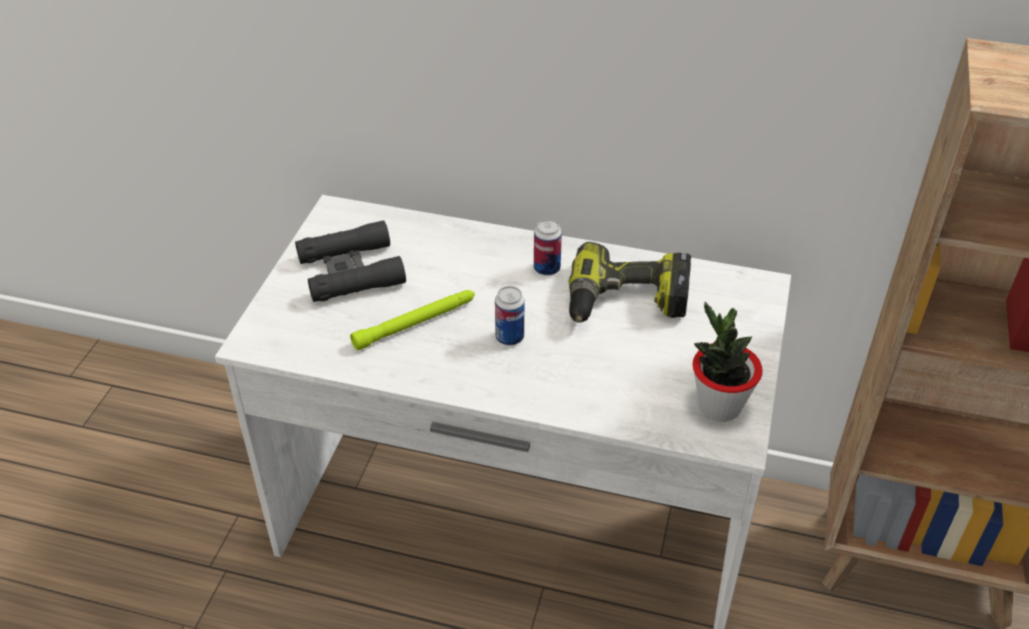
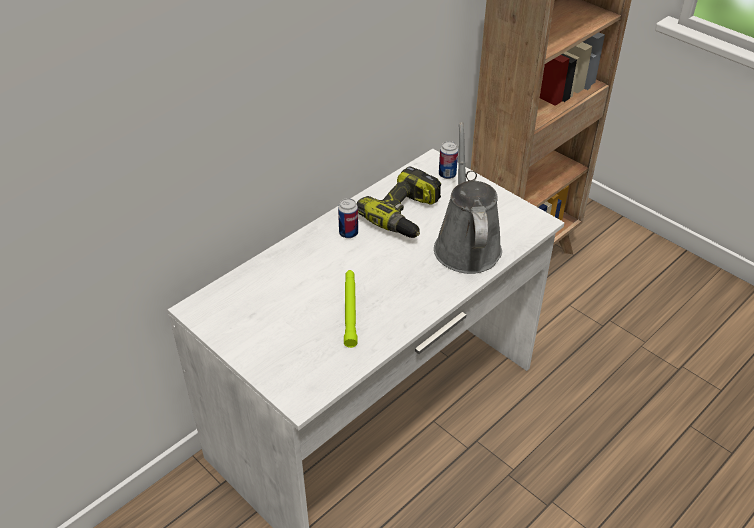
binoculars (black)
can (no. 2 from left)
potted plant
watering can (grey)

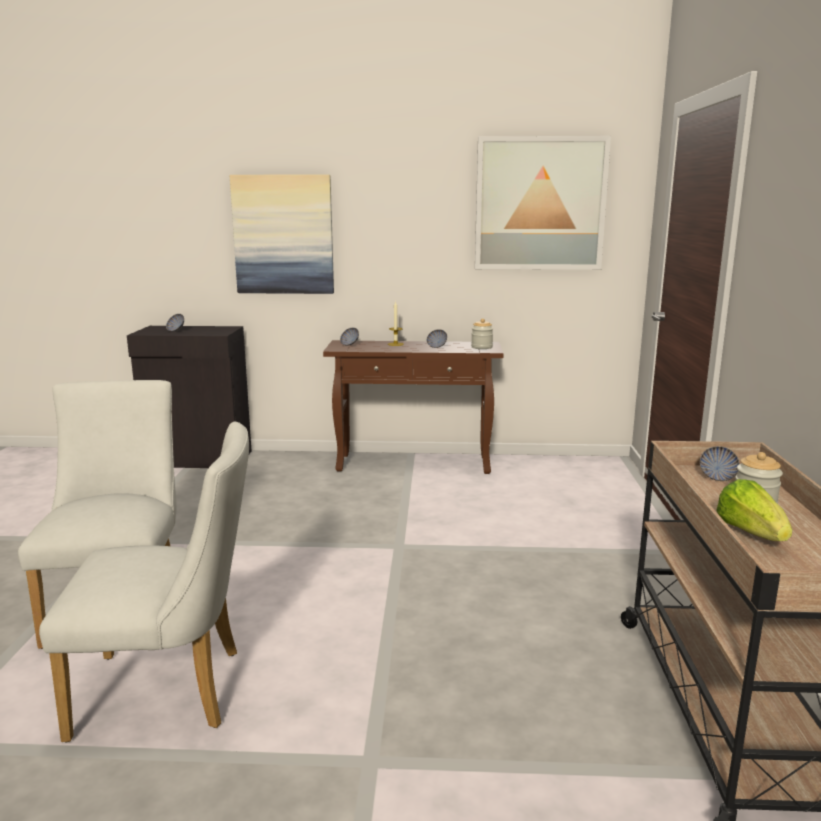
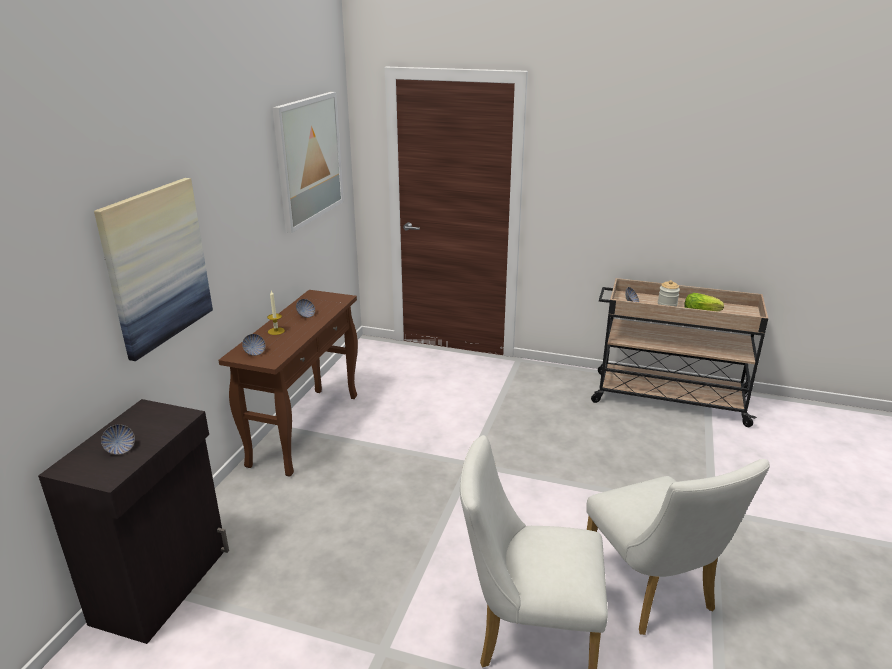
jar (no. 1 from left in the first image)
chair (white) (no. 2 from left)

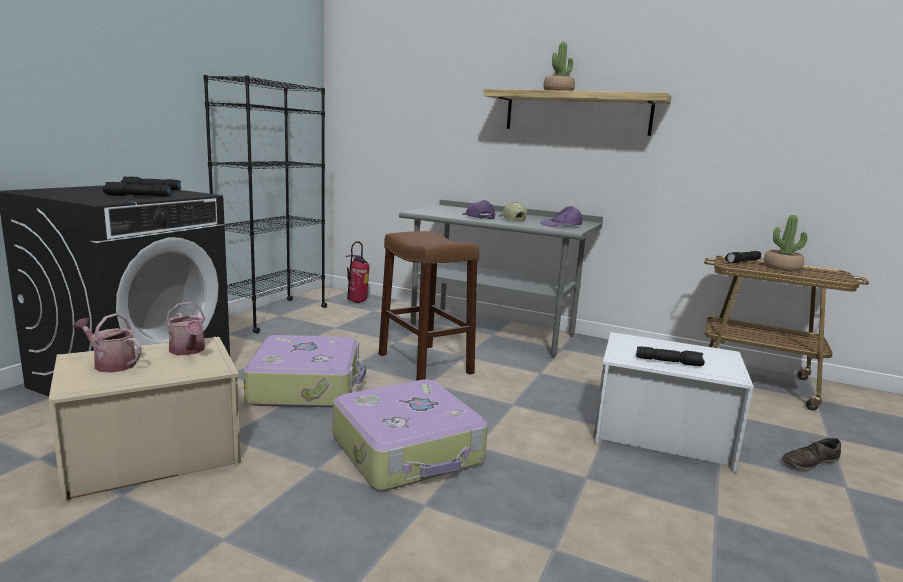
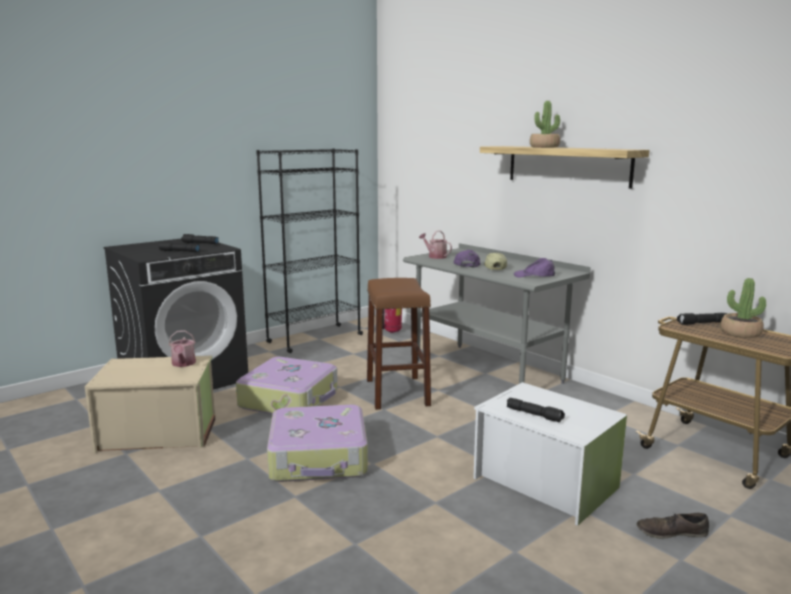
watering can (no. 2 from left)

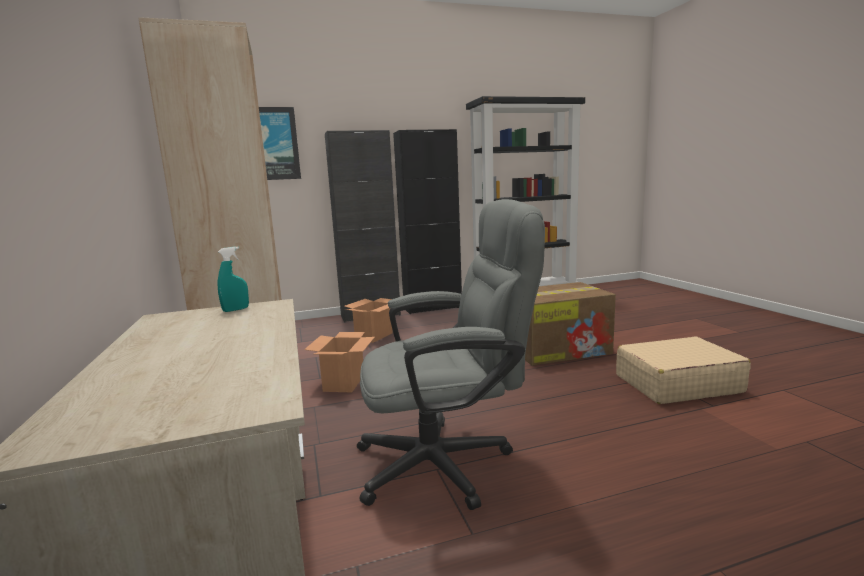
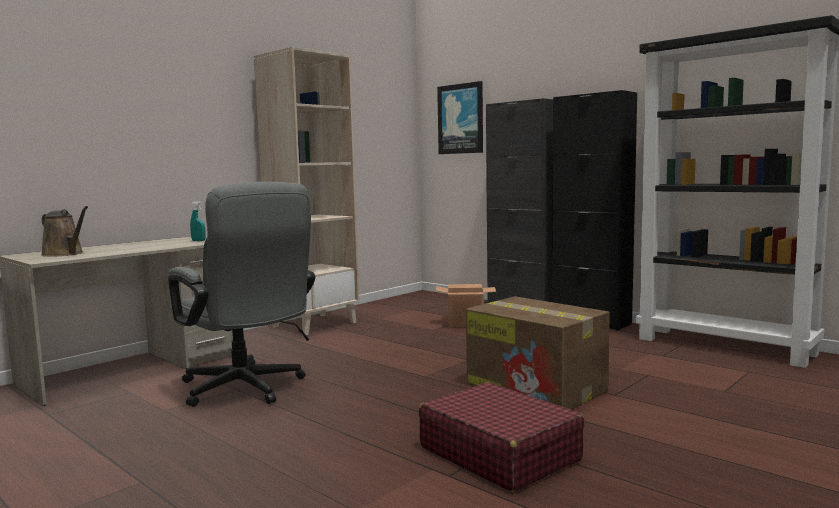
cardboard box (no. 1 from left in the first image)
suitcase (red)
watering can (brown)

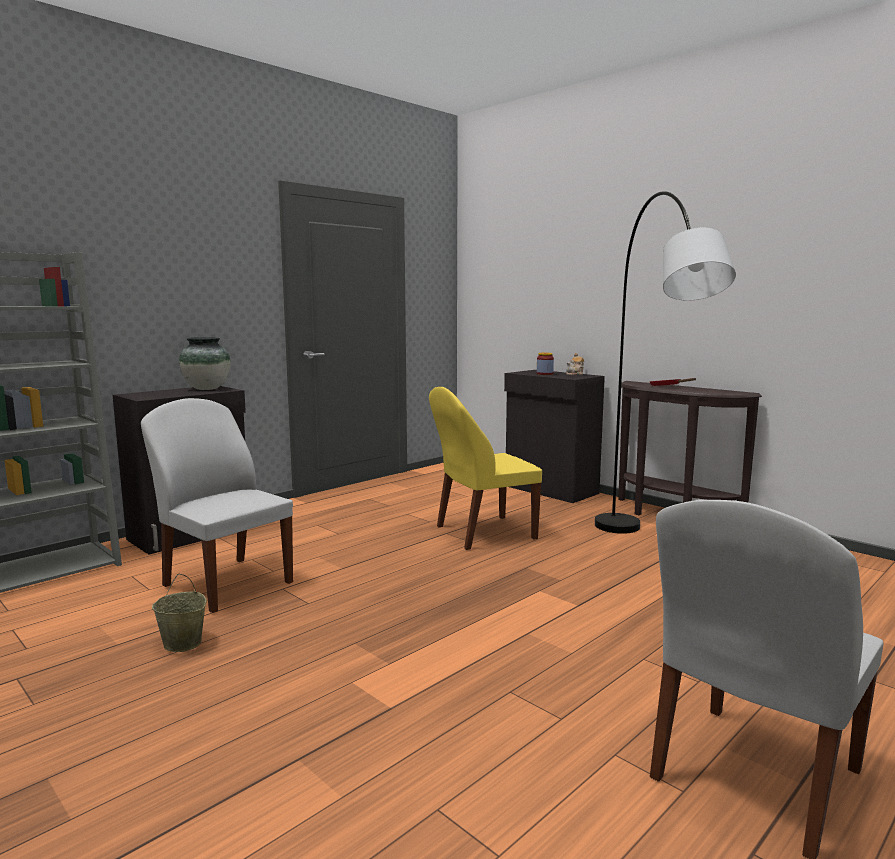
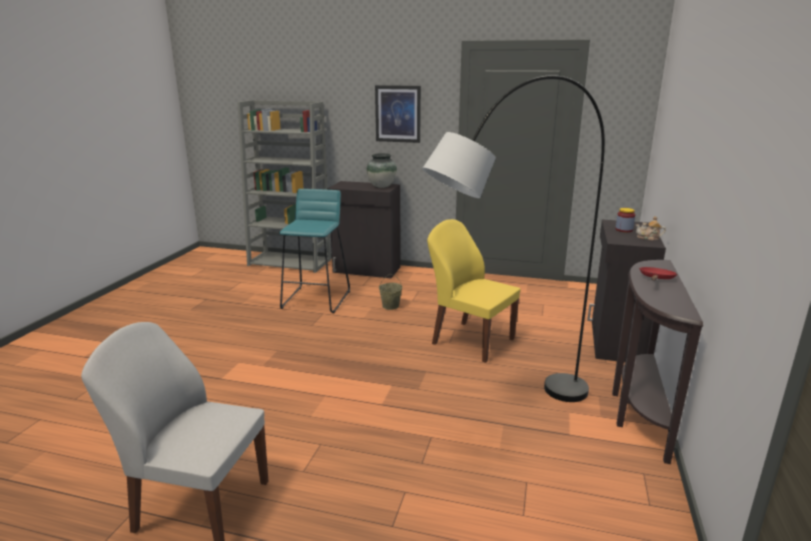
stool (turquoise)
bucket (beige)
picture

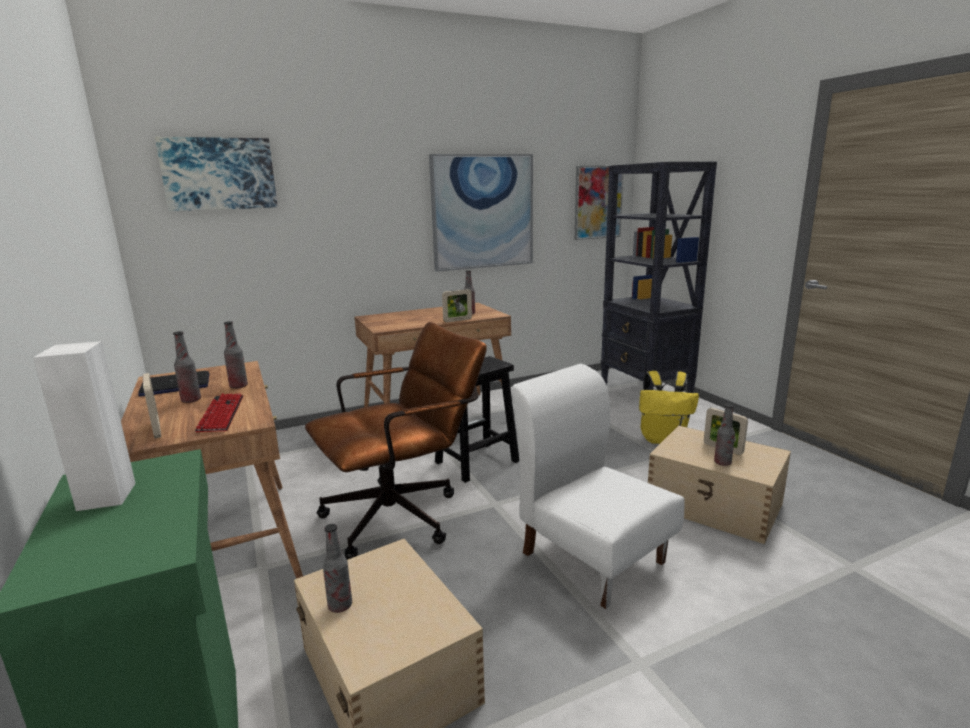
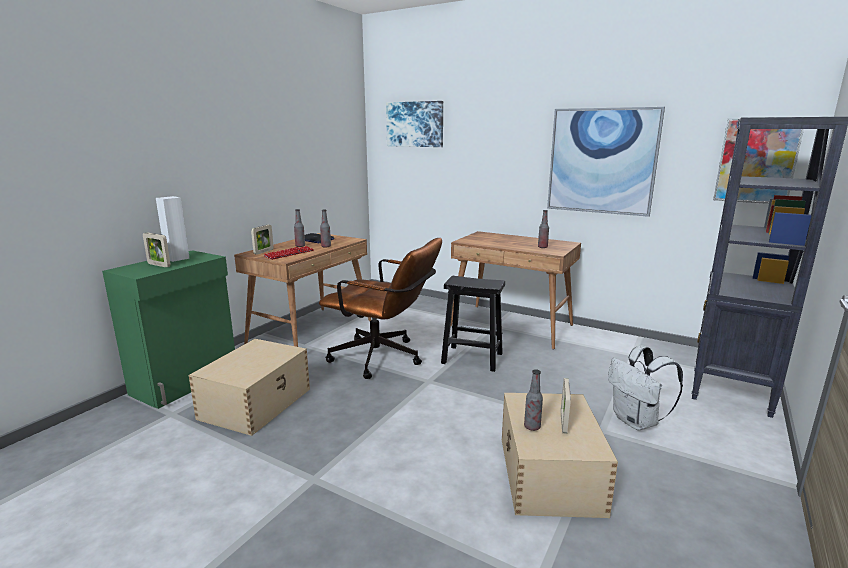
picture frame (no. 1 from left)
chair (white)
backpack (white)
bottle (no. 3 from left in the first image)

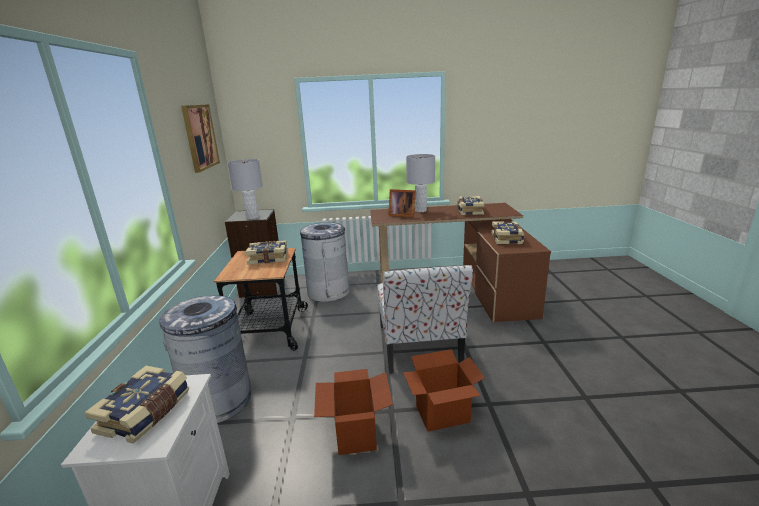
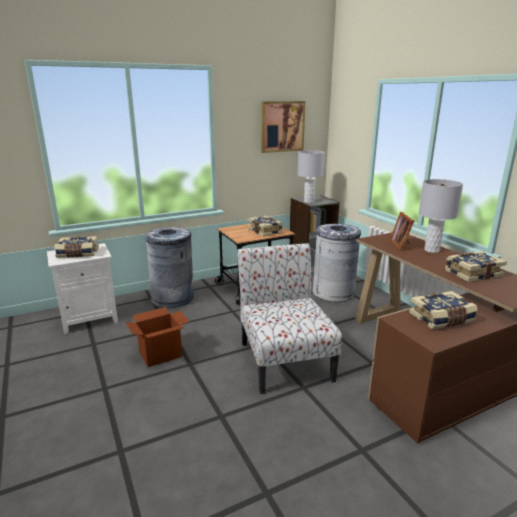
chair
cardboard box (no. 2 from left in the first image)

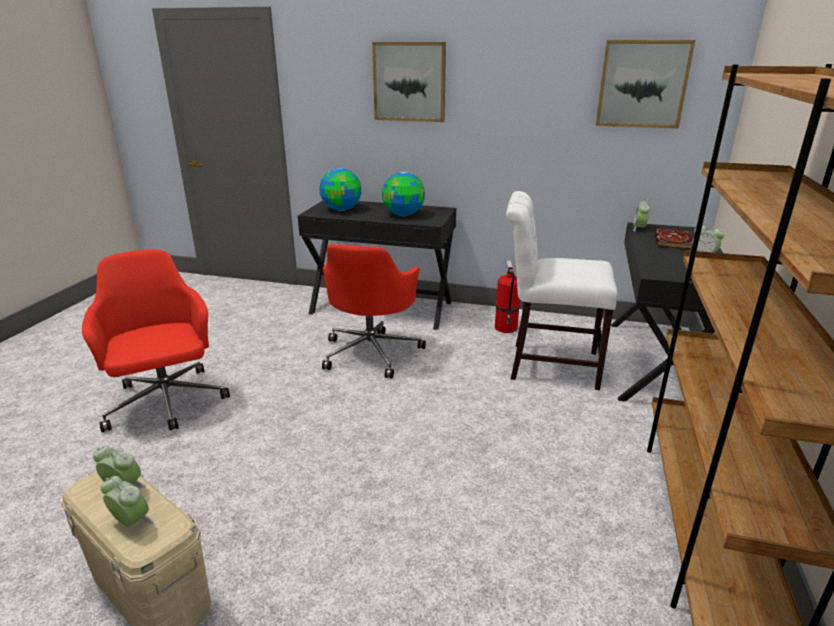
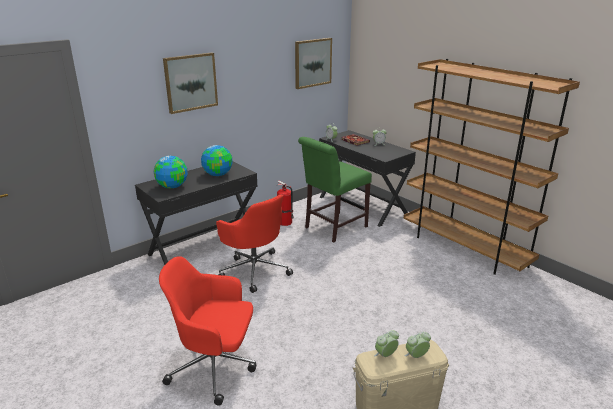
chair (green)

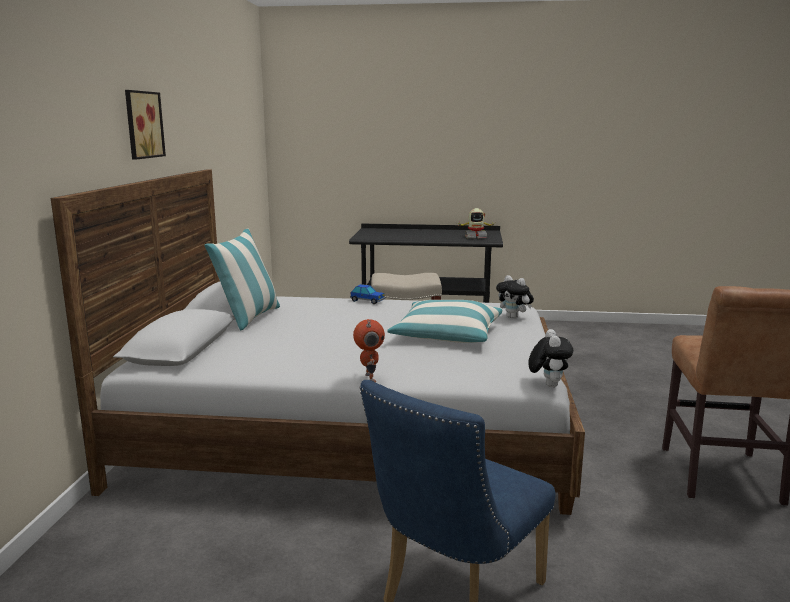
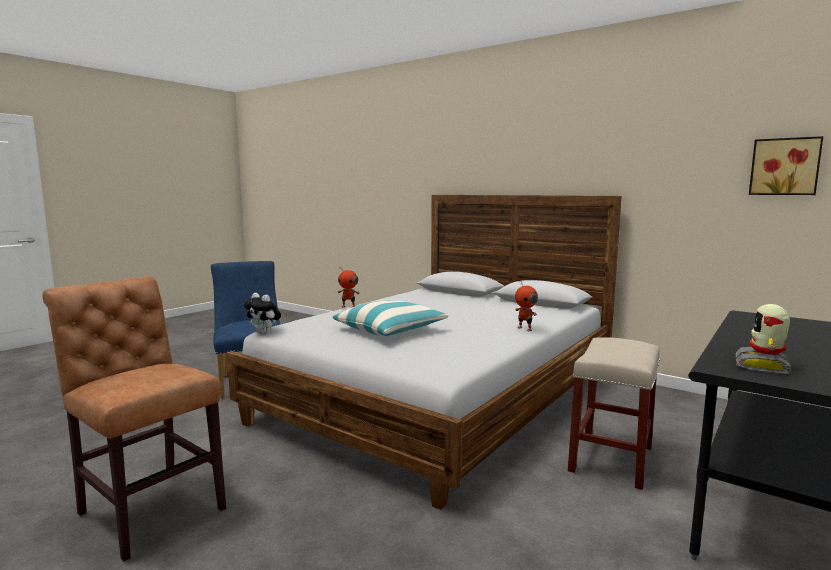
picture
pillow (no. 1 from left in the first image)
plush toy (no. 1 from left in the first image)
toy robot (no. 2 from left)

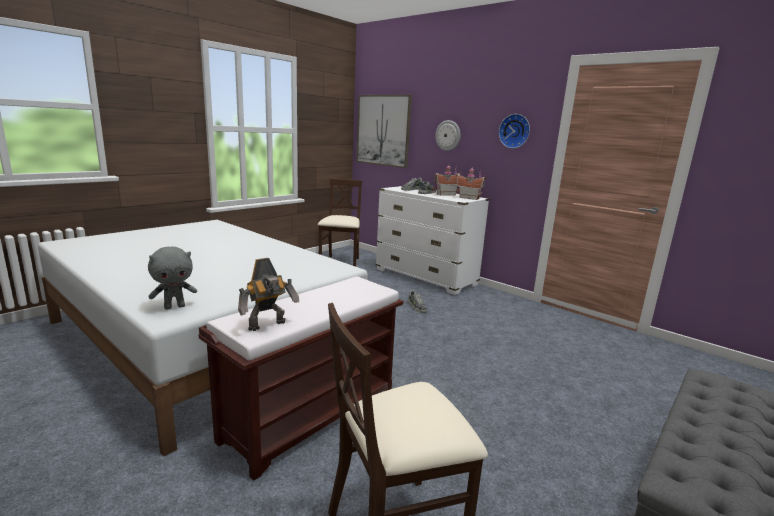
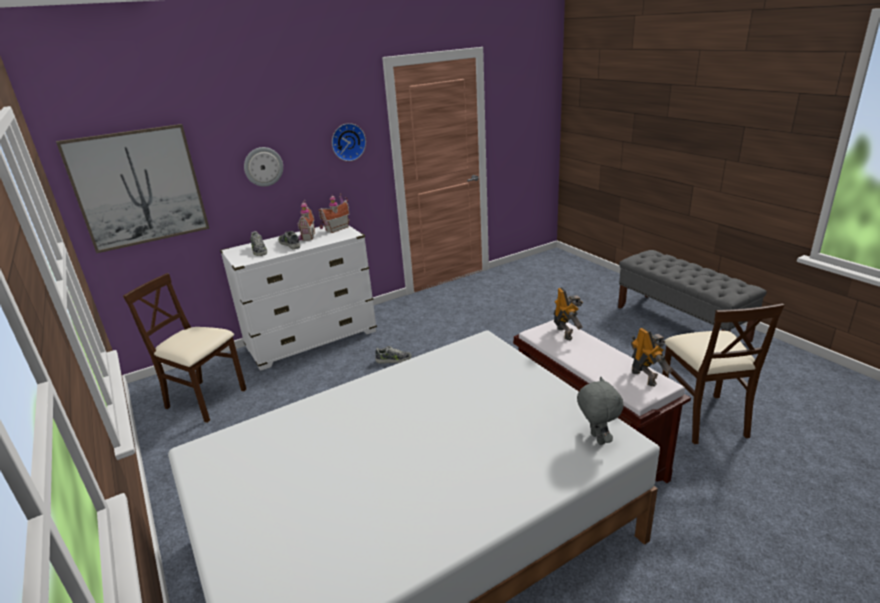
toy robot (no. 1 from left)

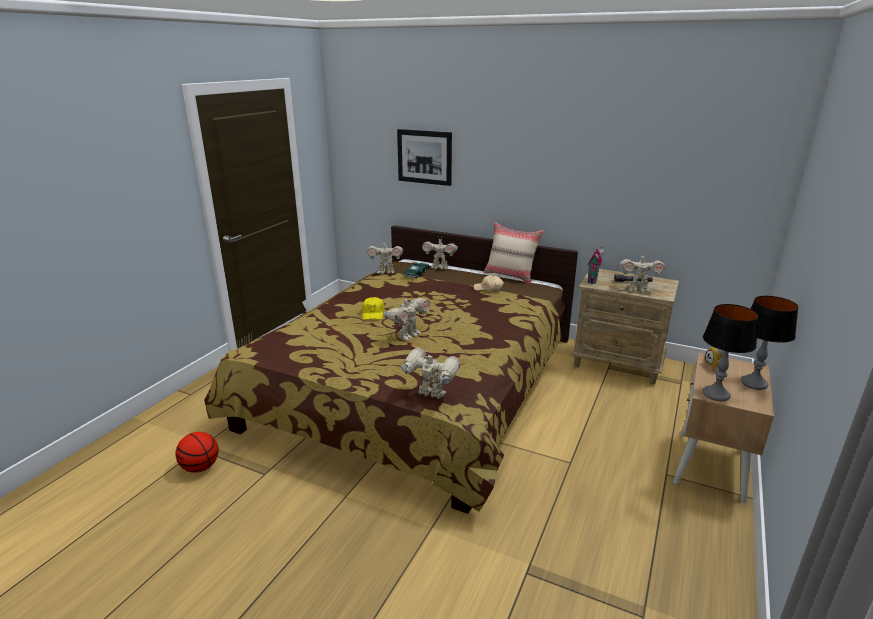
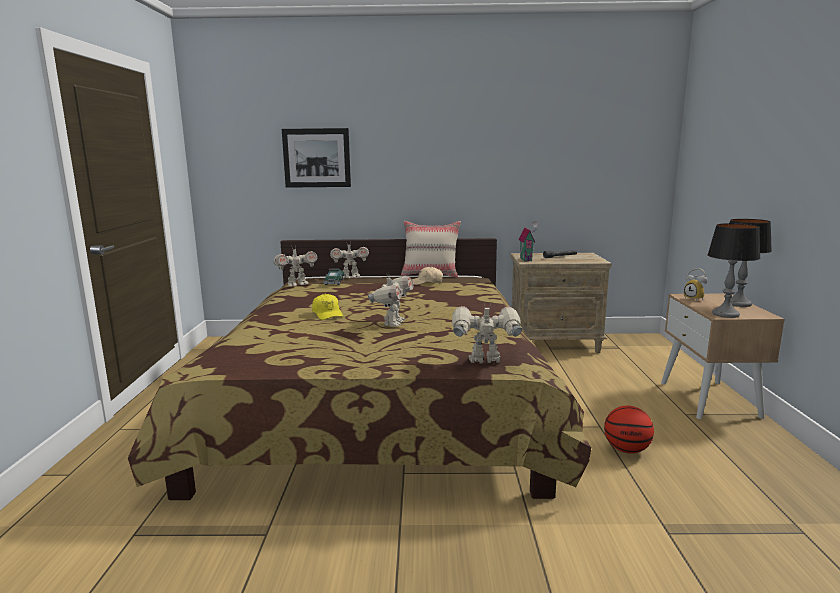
toy robot (no. 5 from left in the first image)
basketball

